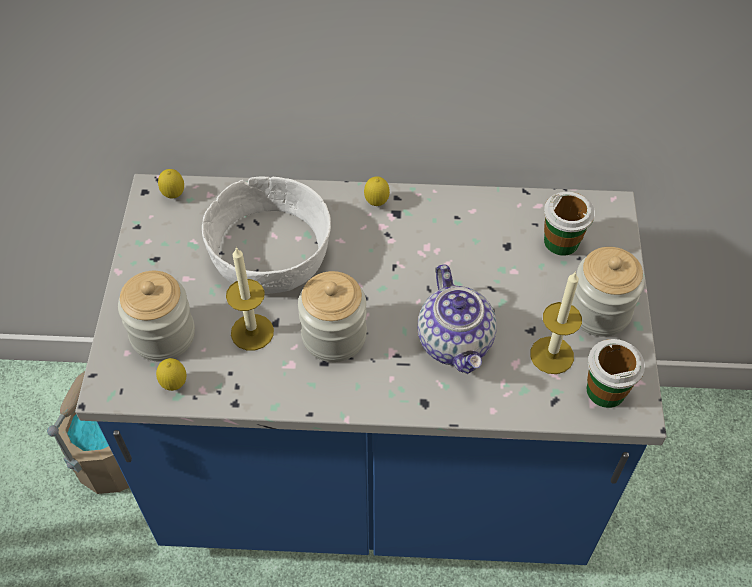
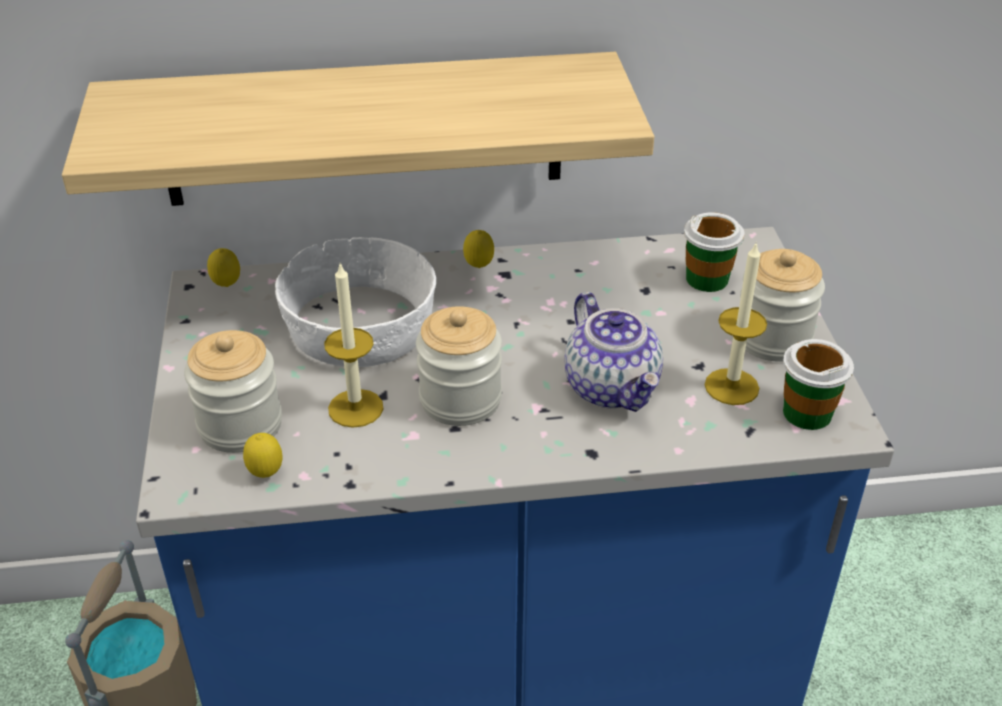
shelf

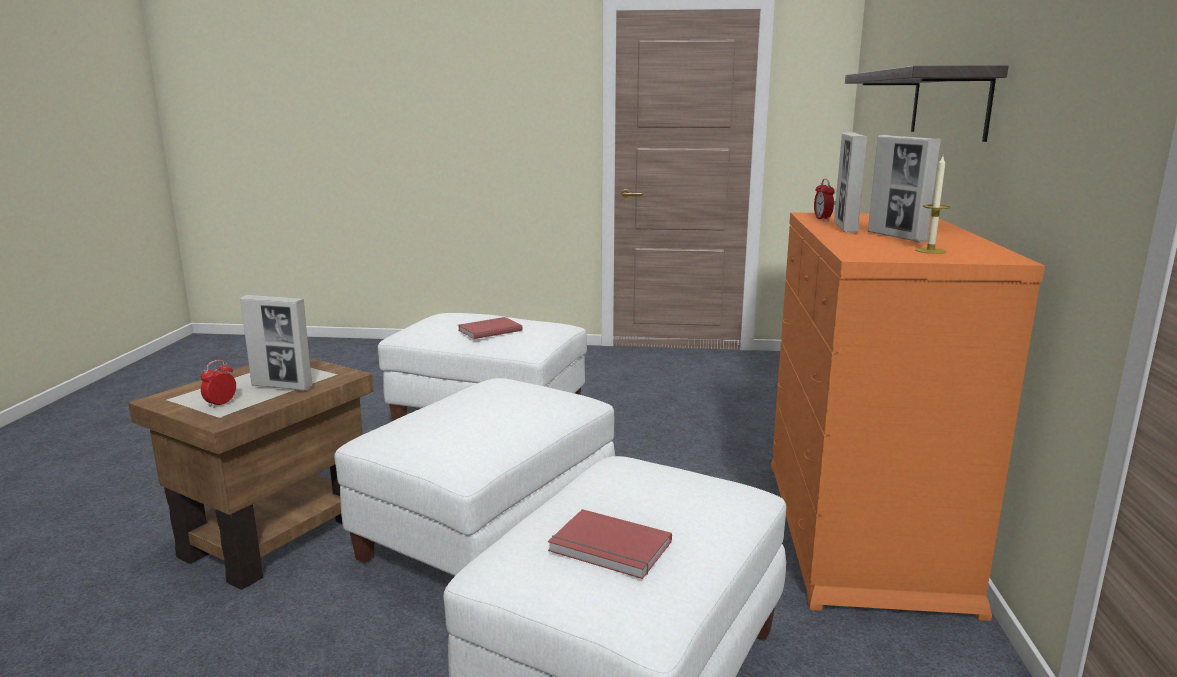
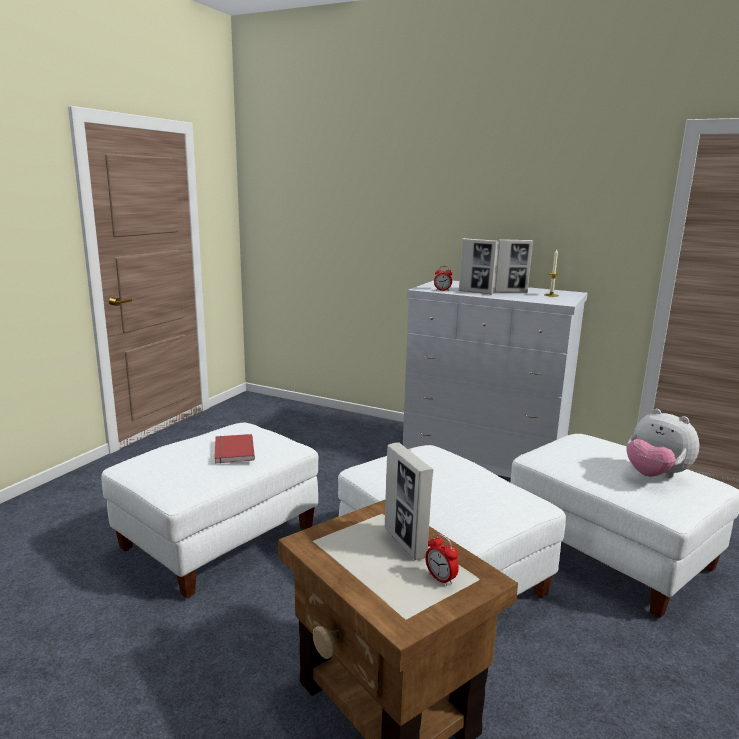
shelf
dresser (white)
picture frame (no. 1 from left)
plush toy

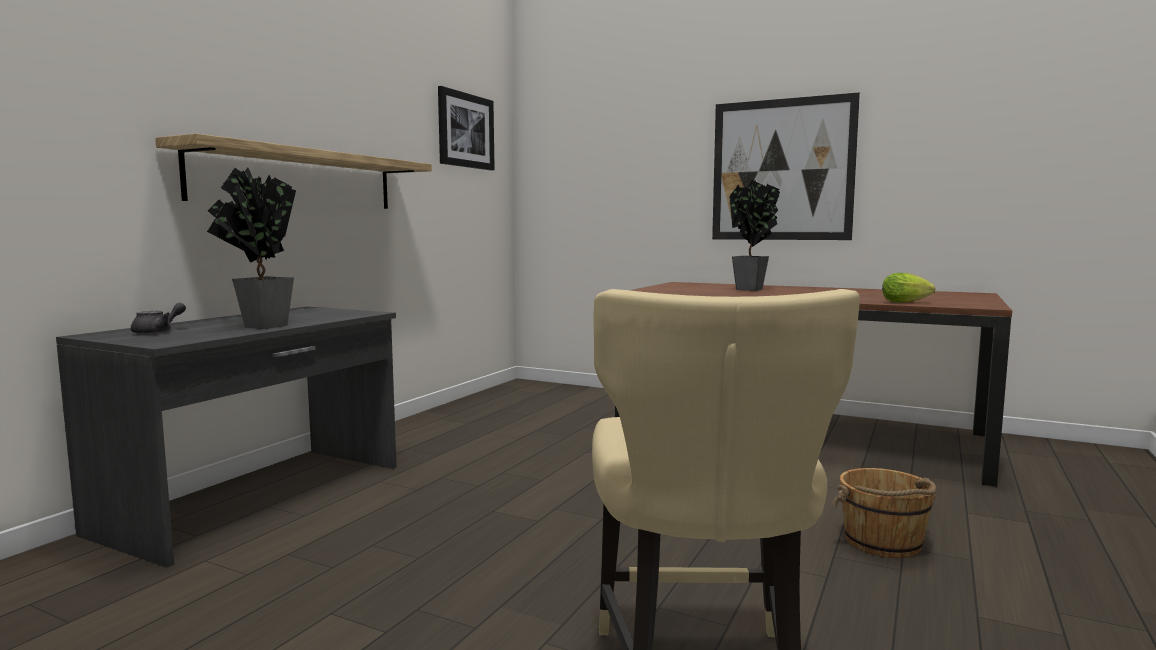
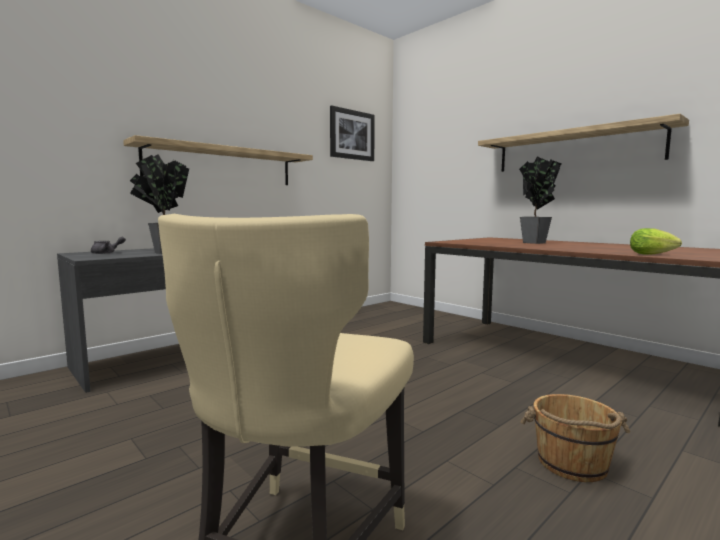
shelf (no. 2 from left)

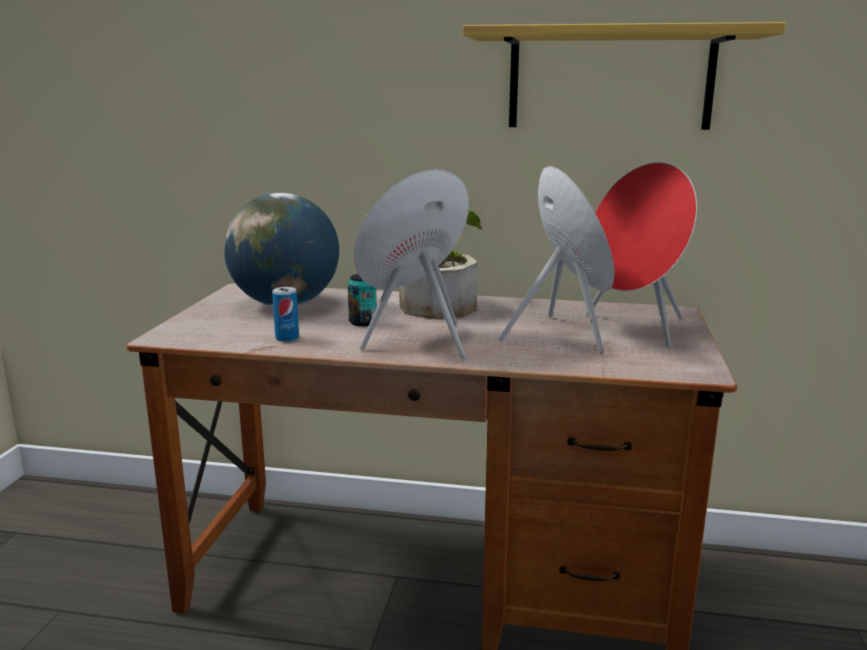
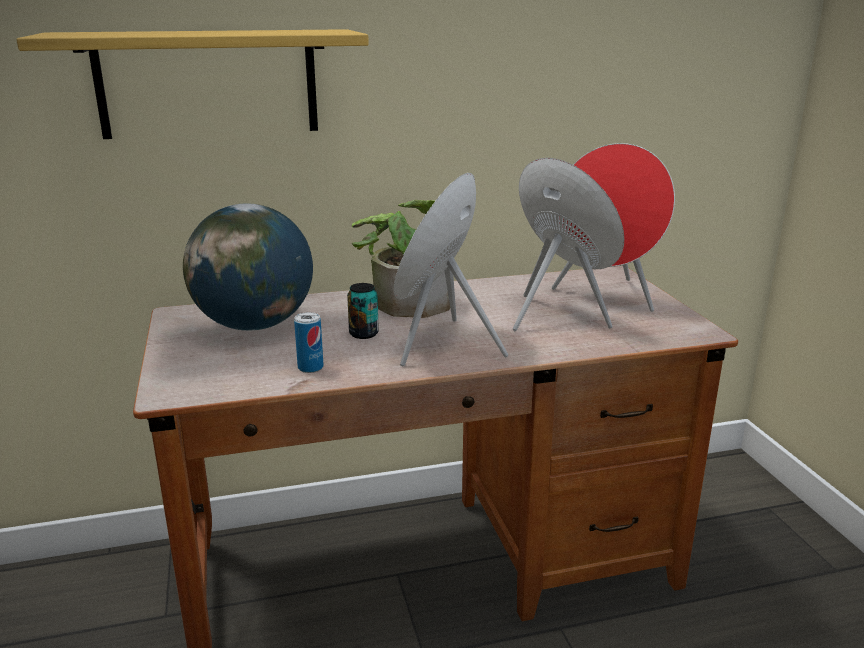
shelf

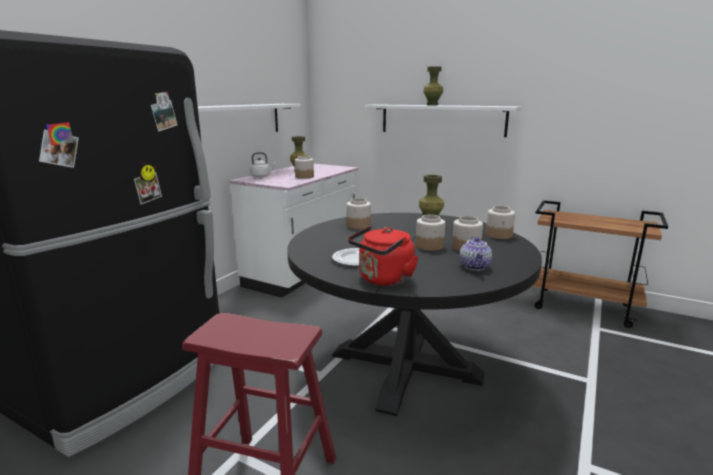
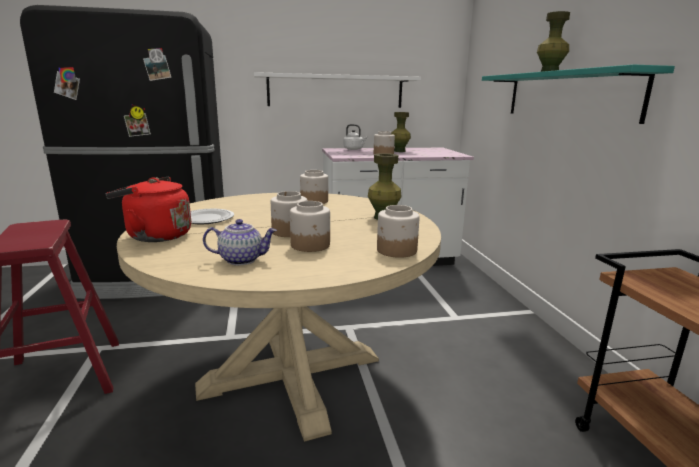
shelf (turquoise)
dining table (beige)
teapot

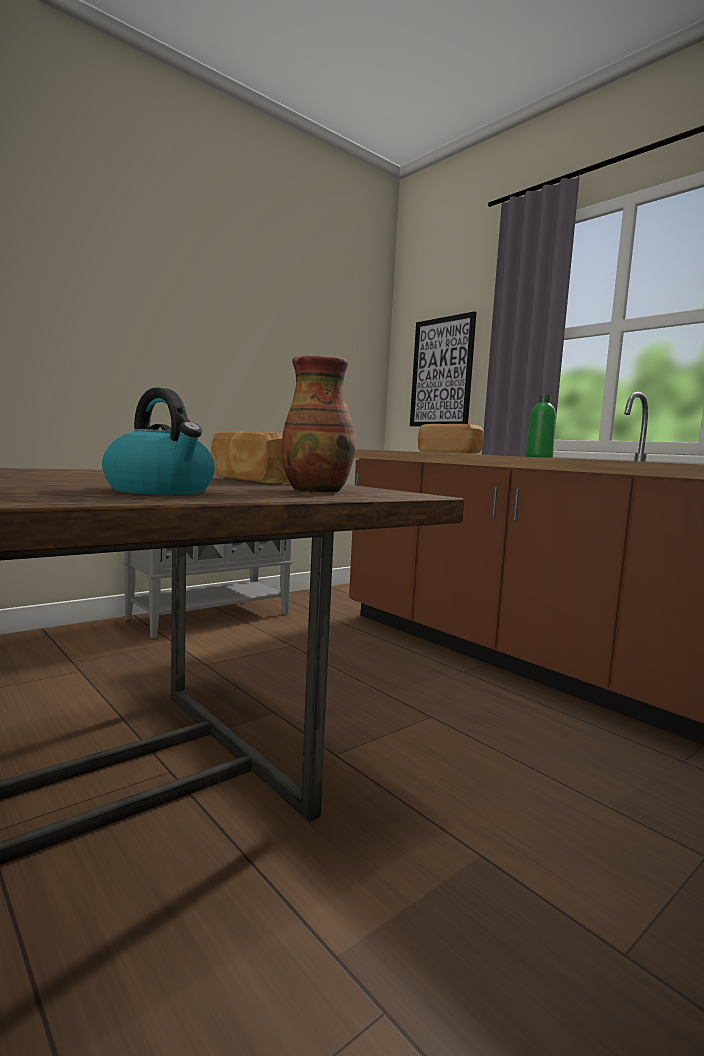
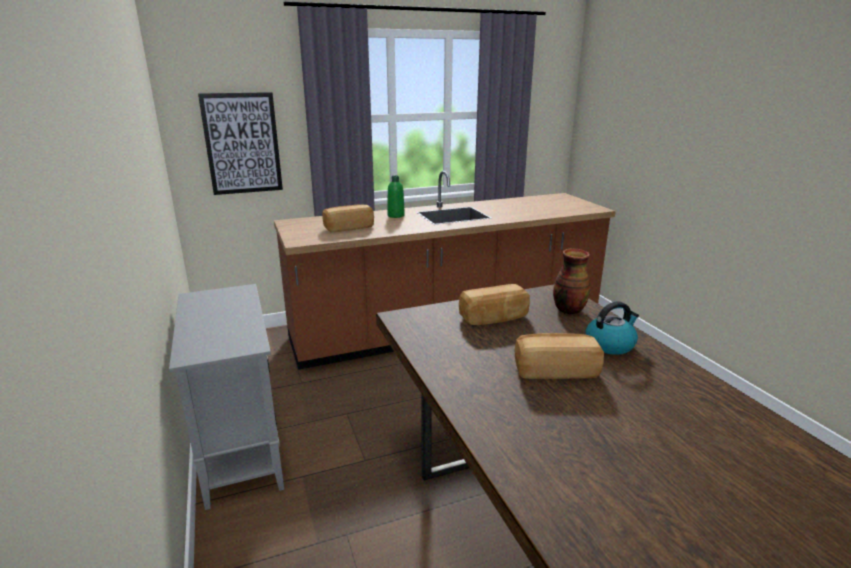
bread (no. 3 from left)

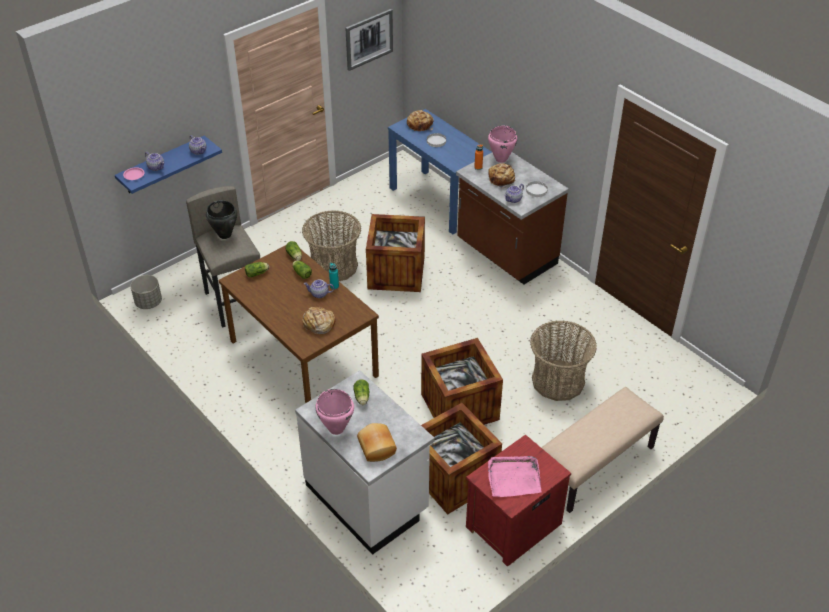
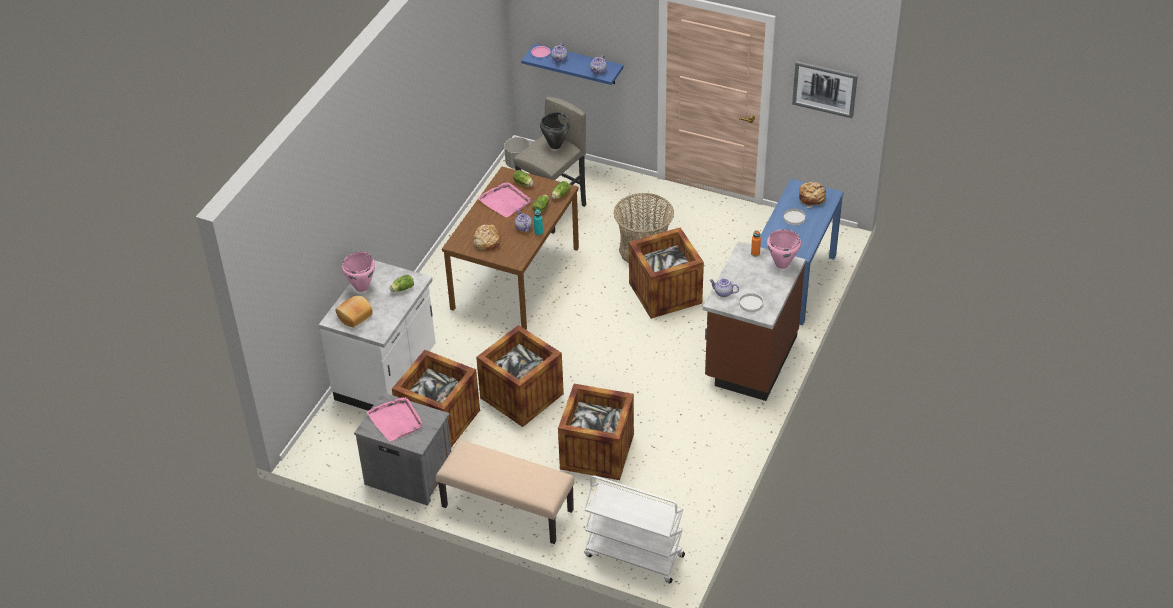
bread (no. 4 from left in the first image)
crate (no. 3 from left)
nightstand (grey)
tray (pink) (no. 2 from left)
cart (white)

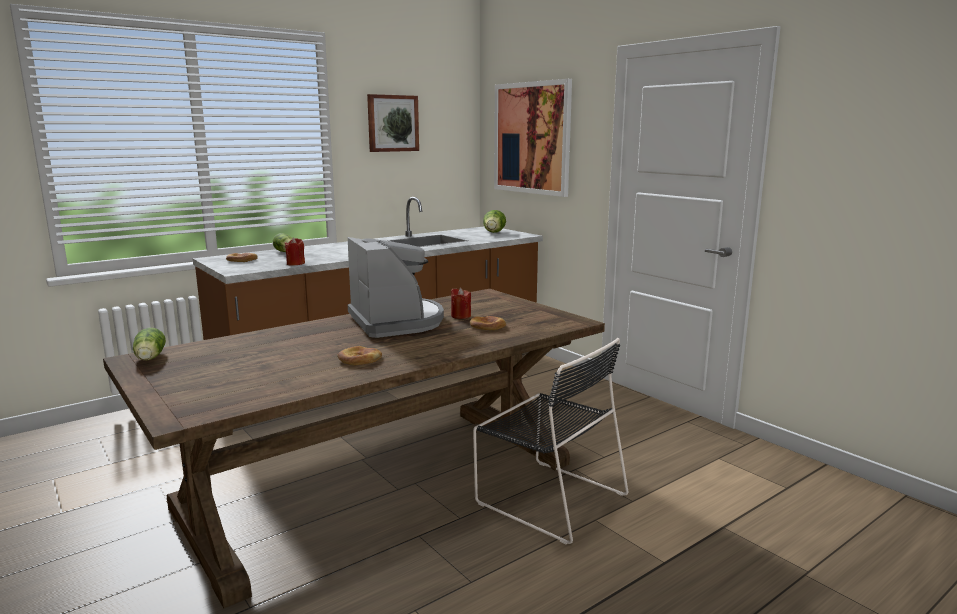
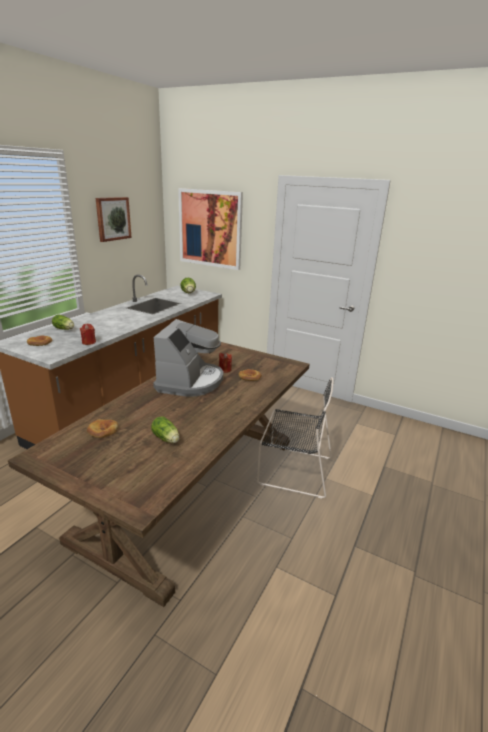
coffee machine
lettuce (no. 2 from left)
bread (no. 2 from left)

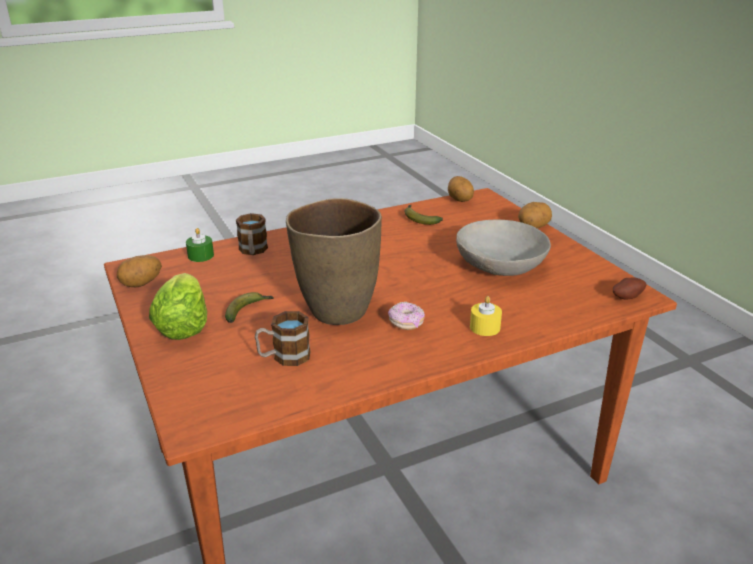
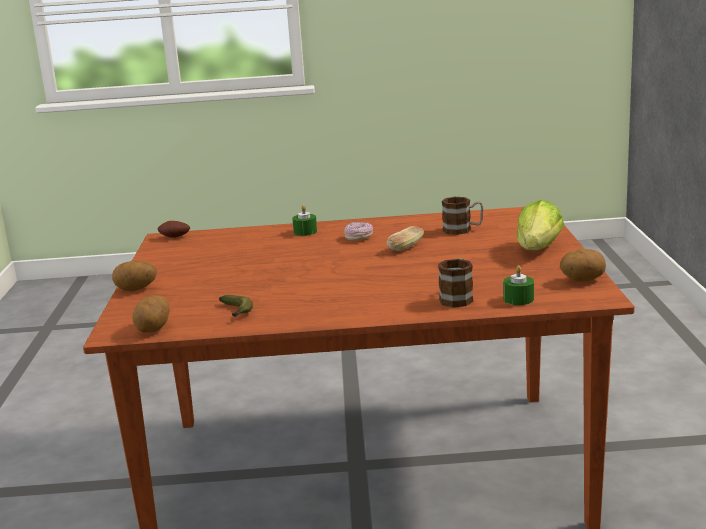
bread
bowl (grey)
banana (no. 1 from left in the first image)
candle (green) (no. 1 from left)

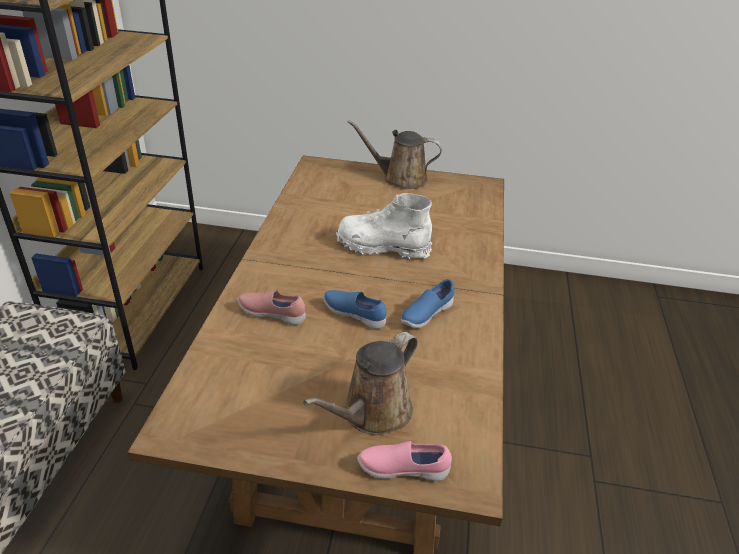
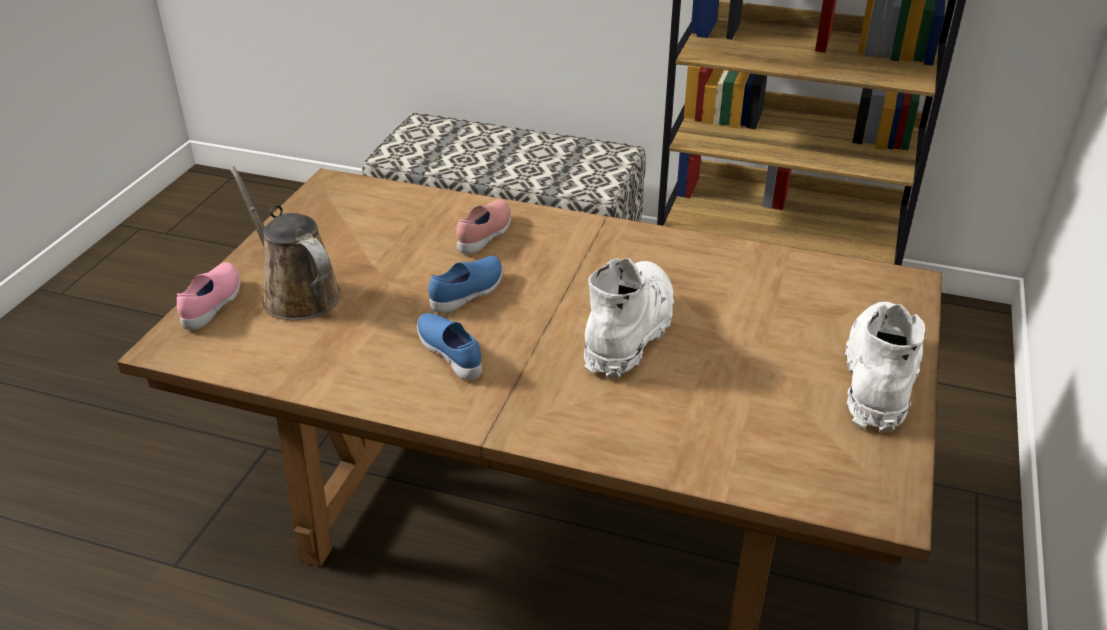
boot (white) (no. 2 from left)

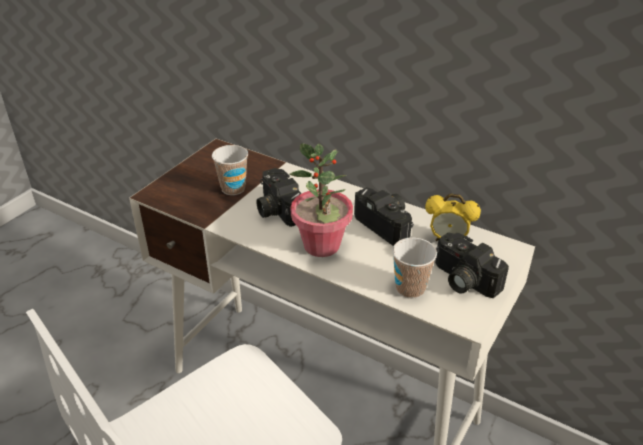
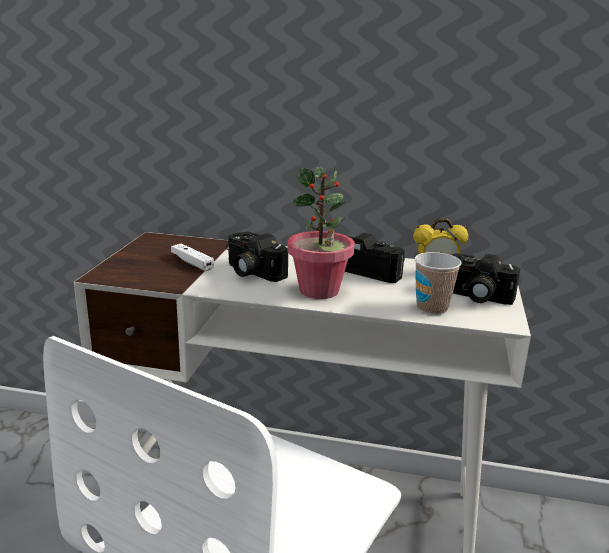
game controller (white)

